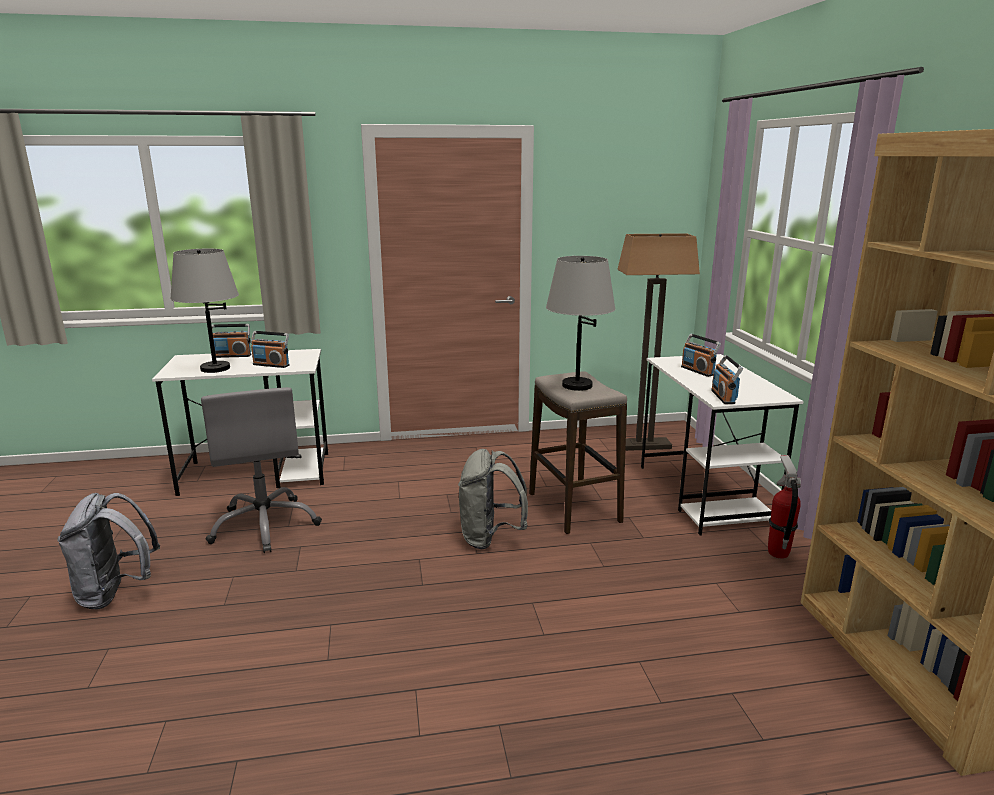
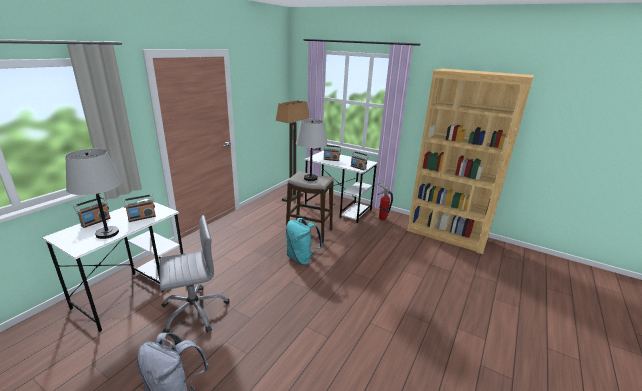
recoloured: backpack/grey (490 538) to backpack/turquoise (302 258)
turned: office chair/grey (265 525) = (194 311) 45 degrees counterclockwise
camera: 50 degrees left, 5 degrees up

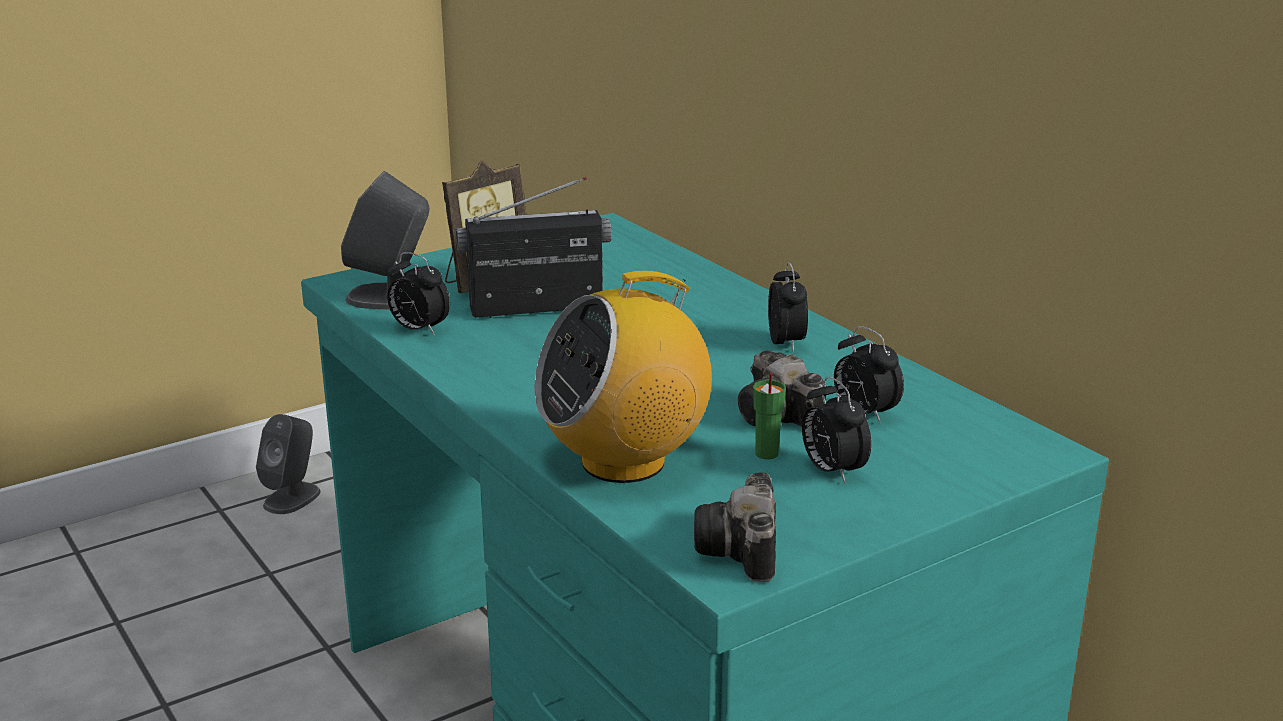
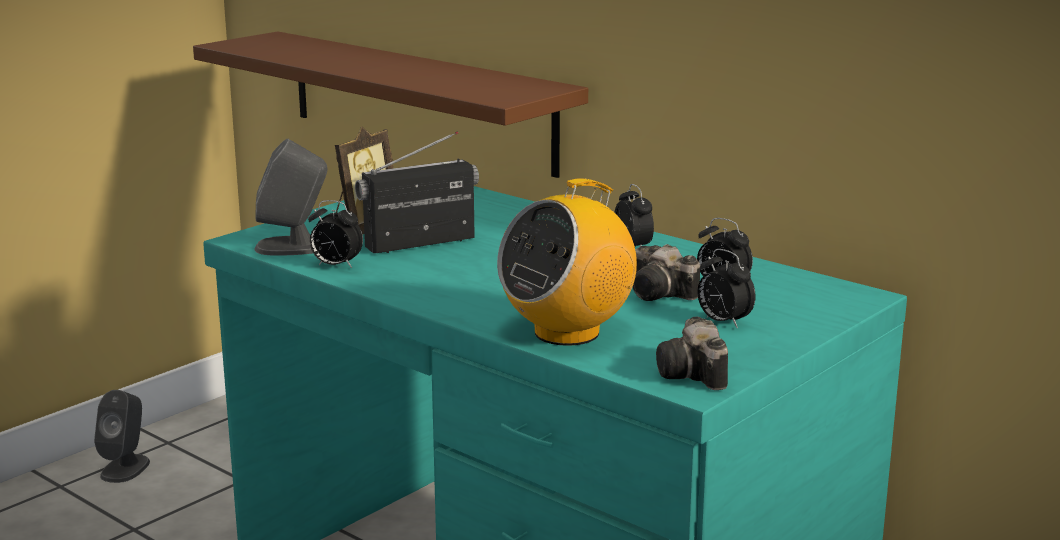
removed: cup/green (766 454)
added: shelf/brown (419 100)
camera: 15 degrees left, 5 degrees down

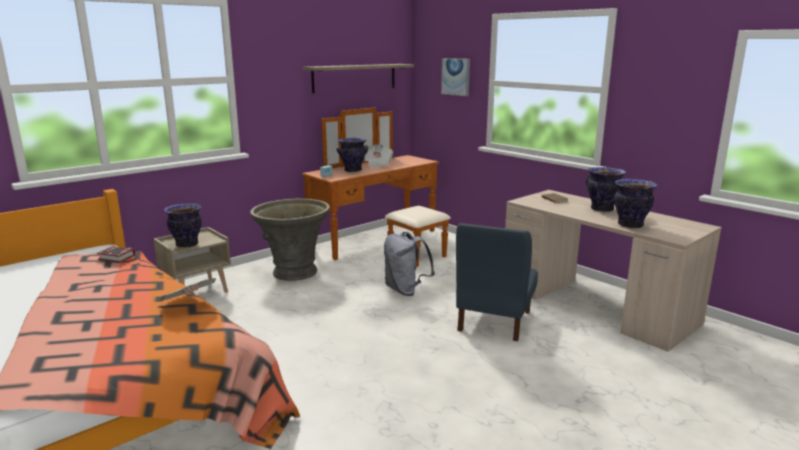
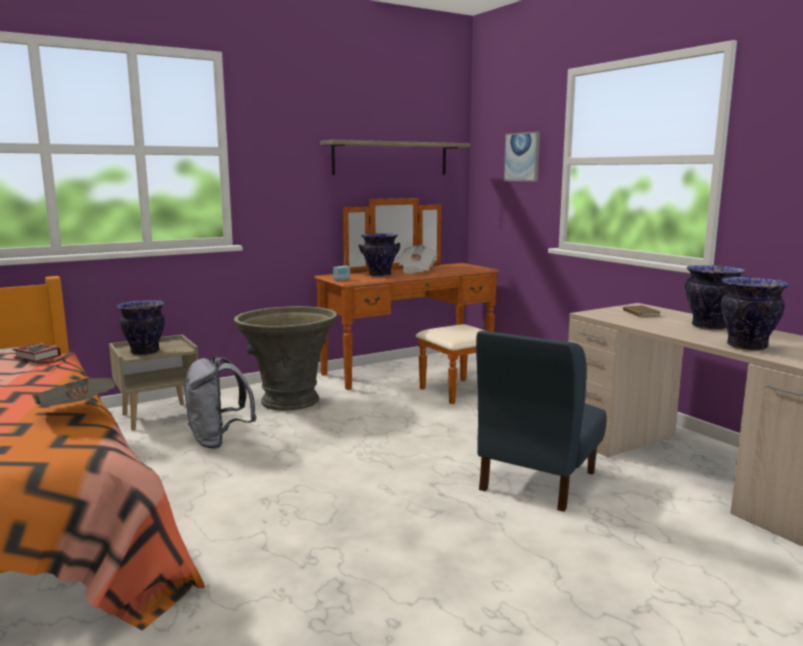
moved: backpack/grey (406 290) to (218 441)
camera: 10 degrees right, 5 degrees down

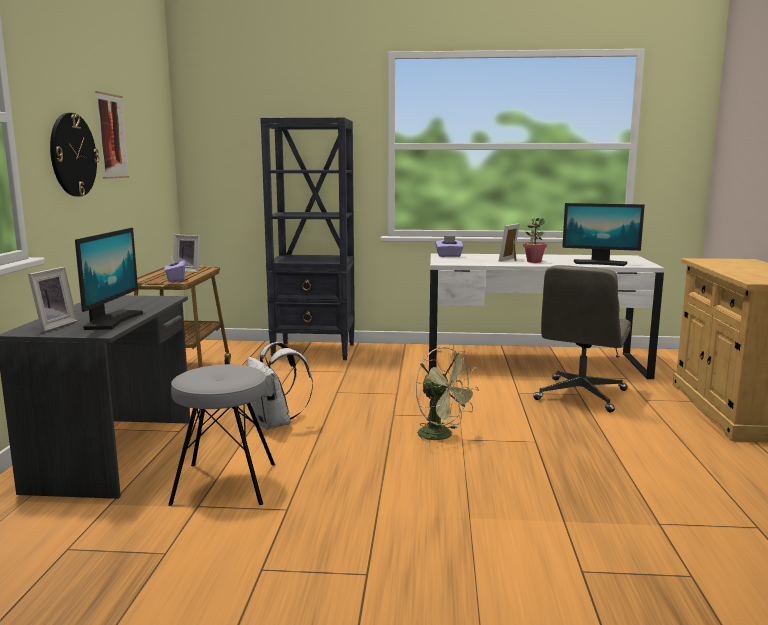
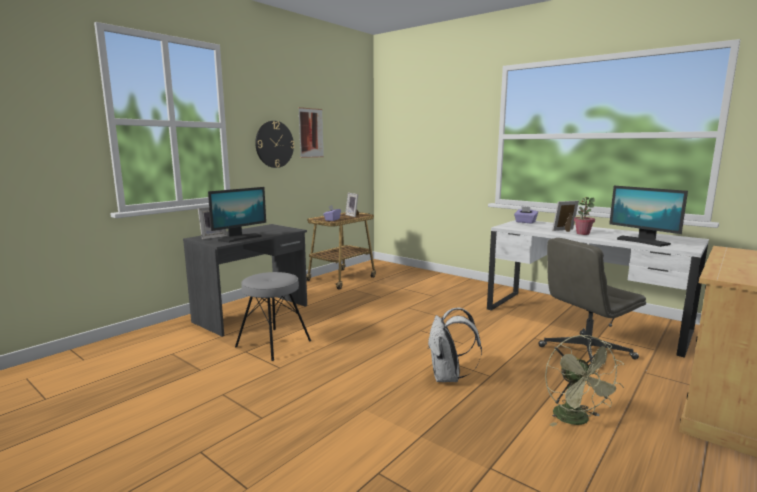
removed: bookcase/black (314 351)
moved: backpack/white (275 424) to (448 377); fan/green (442 436) to (576 420)
camera: 35 degrees right, 0 degrees up

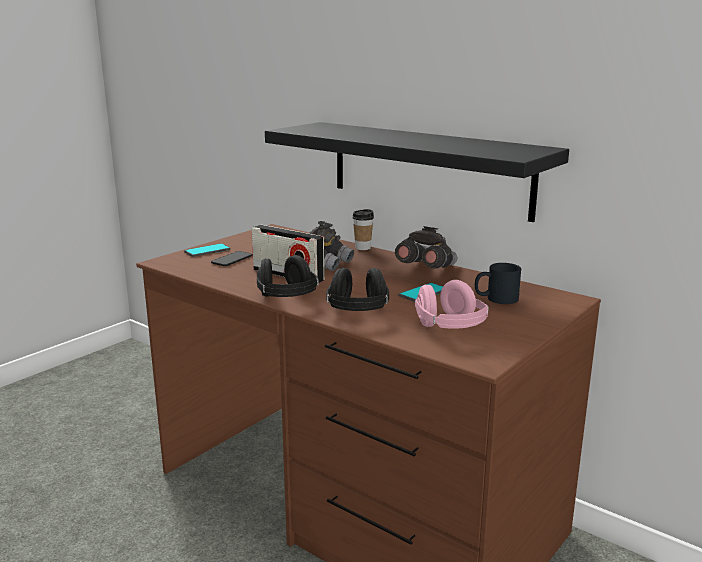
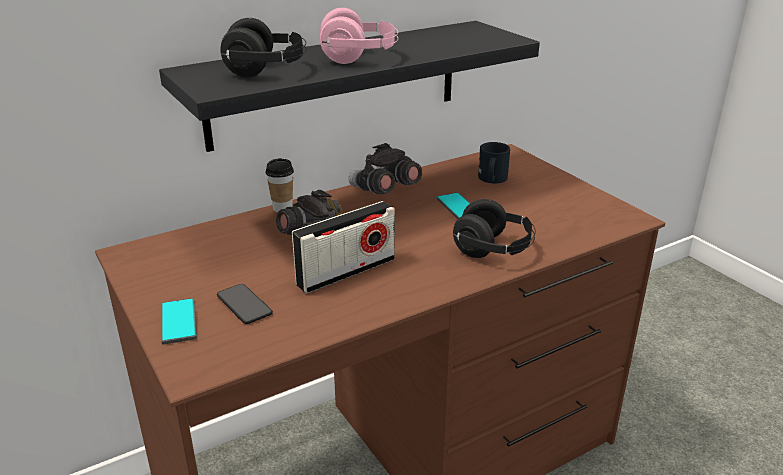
moved: headphones/black (286 298) to (267 70); headphones/pink (450 328) to (359 57)
camera: 70 degrees left, 10 degrees up

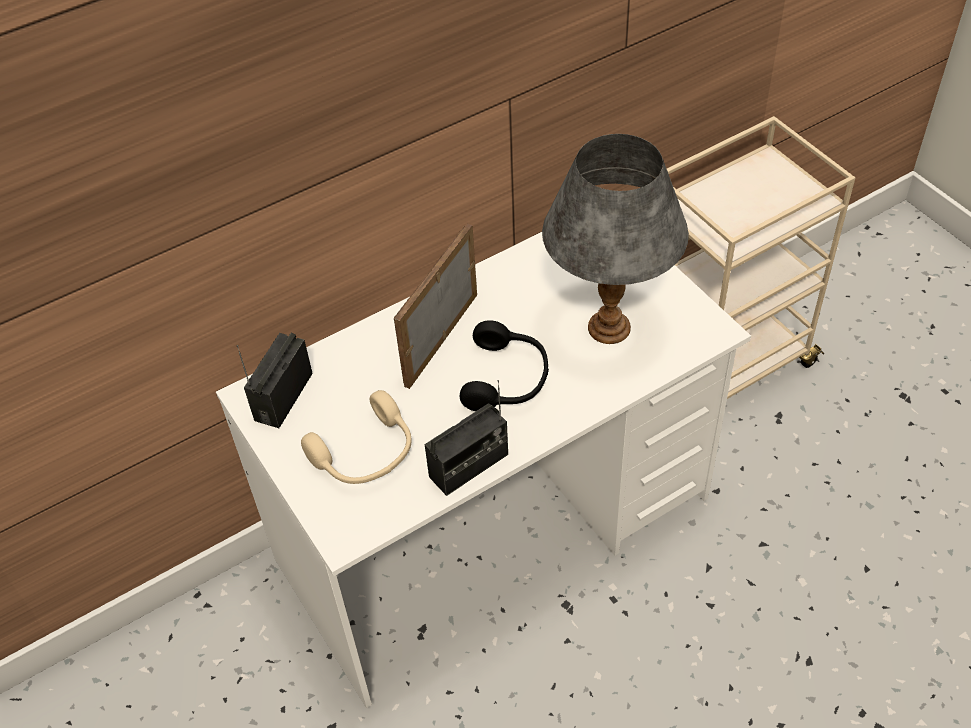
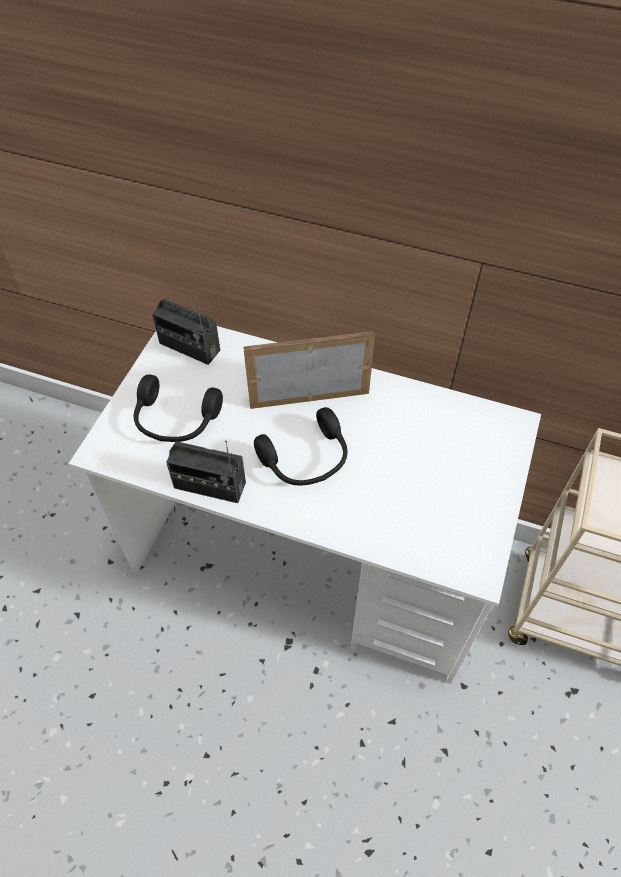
removed: table lamp/grey (609 327)
recoloured: headphones/beige (366 455) to headphones/black (175 421)
turned: radio (283 396) = (189 347) 135 degrees counterclockwise
camera: 50 degrees right, 5 degrees up

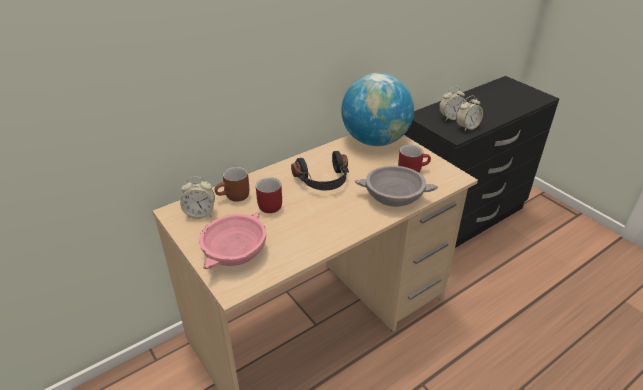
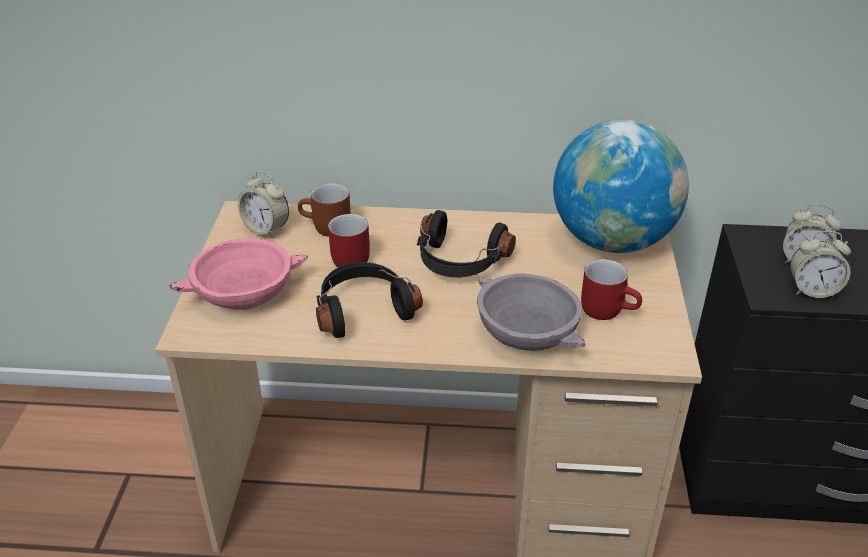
added: headphones/black (363 309)
camera: 40 degrees right, 0 degrees up

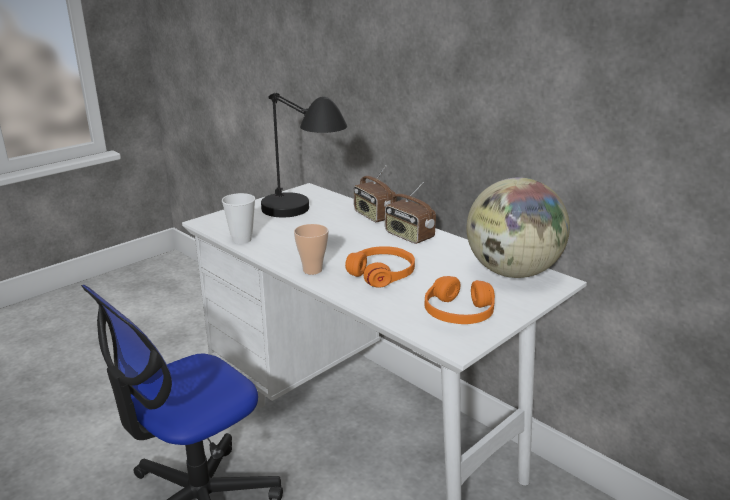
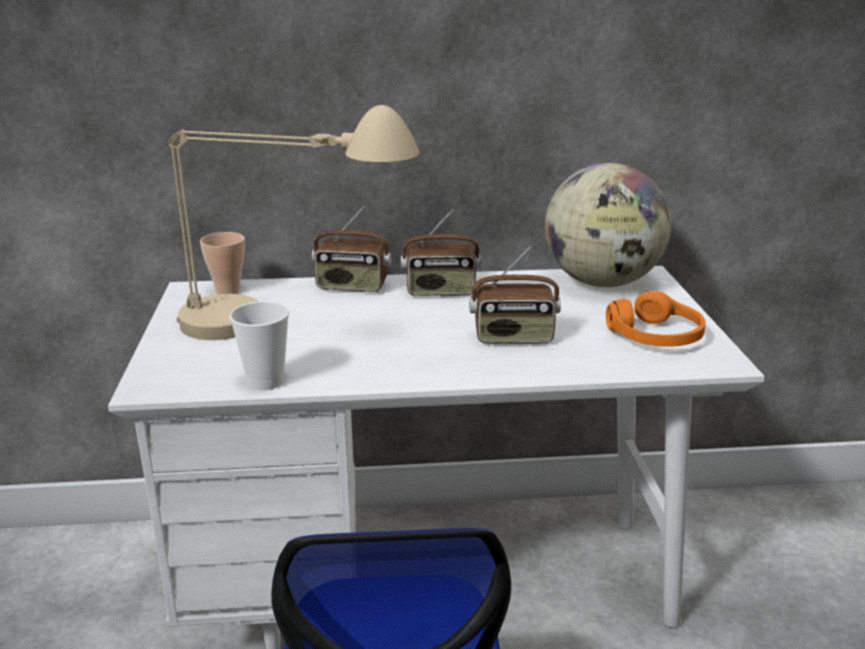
moved: cup (312 270) to (228 291)
replaced: headphones/orange (382 274) to radio (513 338)
recoloured: table lamp/black (301 223) to table lamp/beige (290 329)
camera: 50 degrees left, 0 degrees up

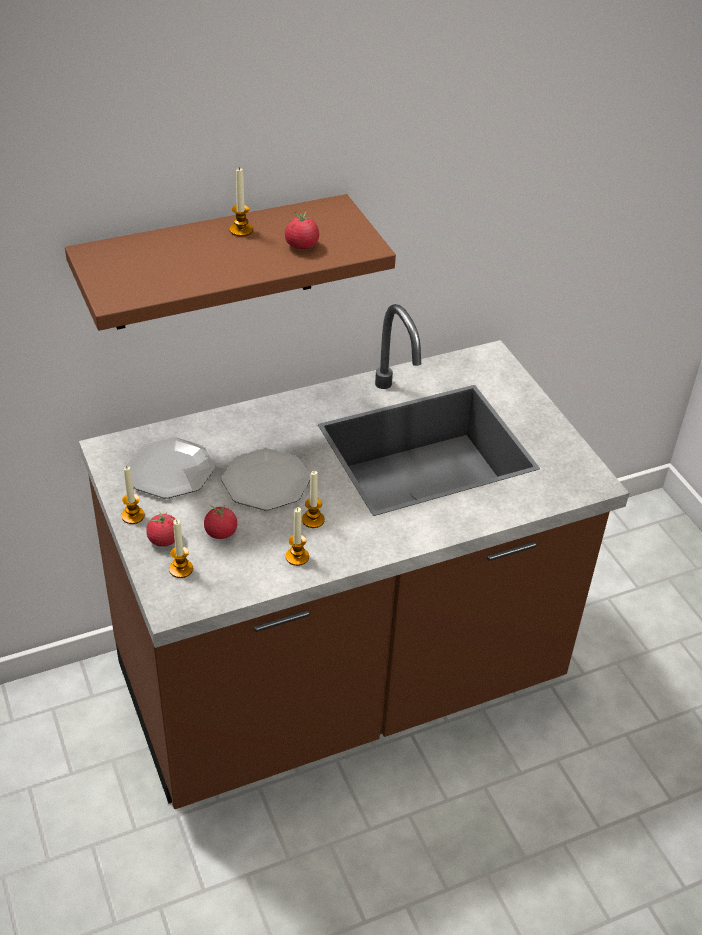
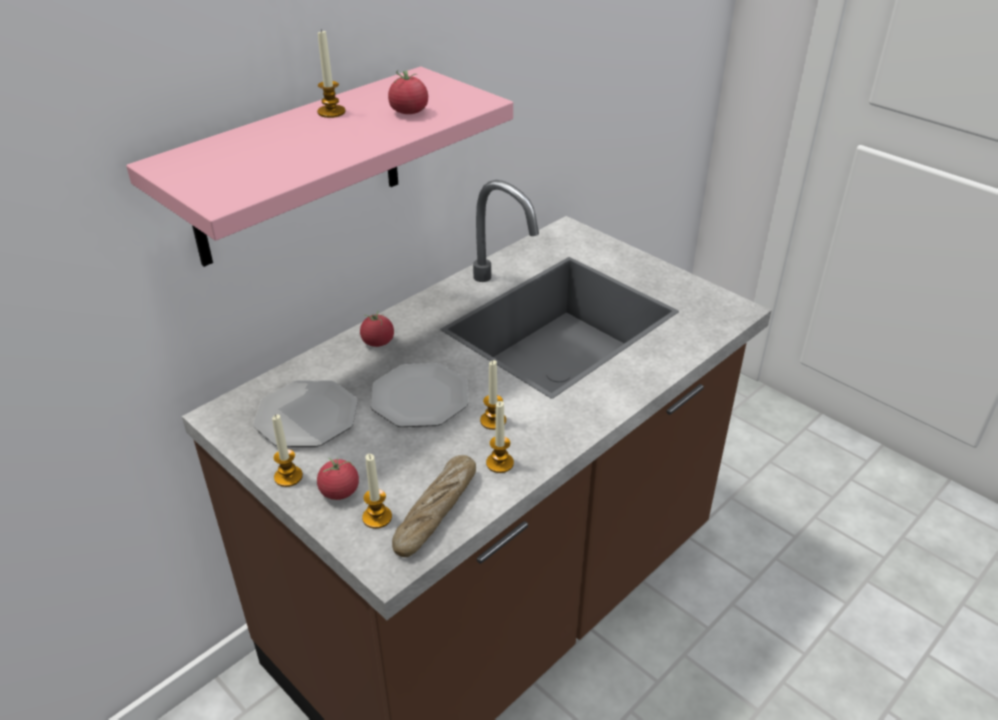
added: bread (436 512)
moved: tomato (221 532) to (378 342)
recoloured: shelf/brown (213 264) to shelf/pink (297 167)
camera: 20 degrees left, 5 degrees down

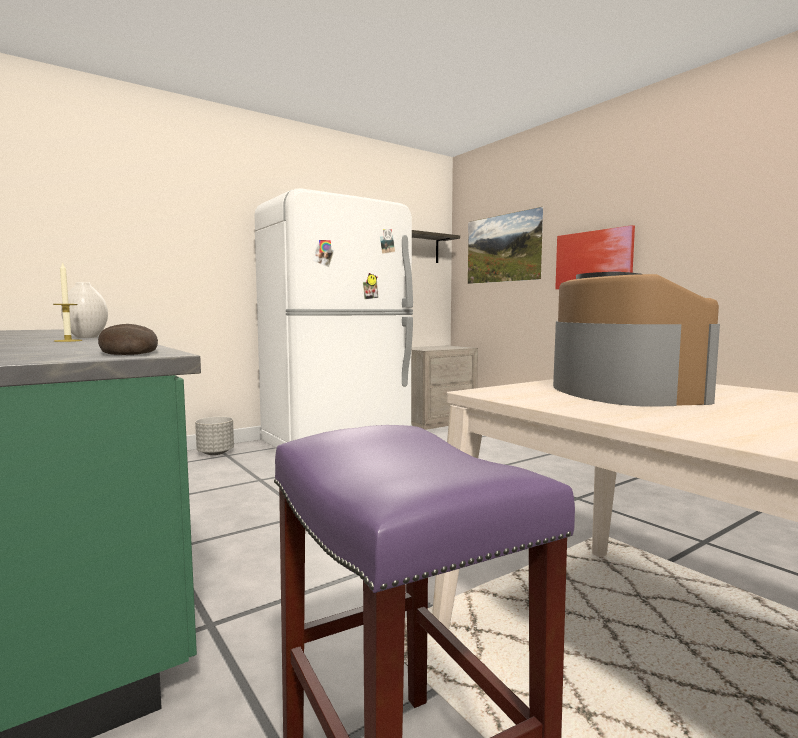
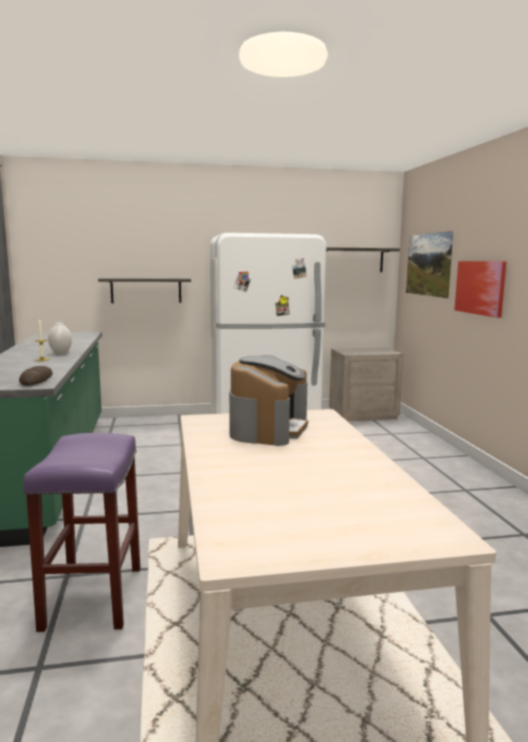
removed: planter/grey (215 453)
added: shelf (146 290)
camera: 25 degrees right, 5 degrees up

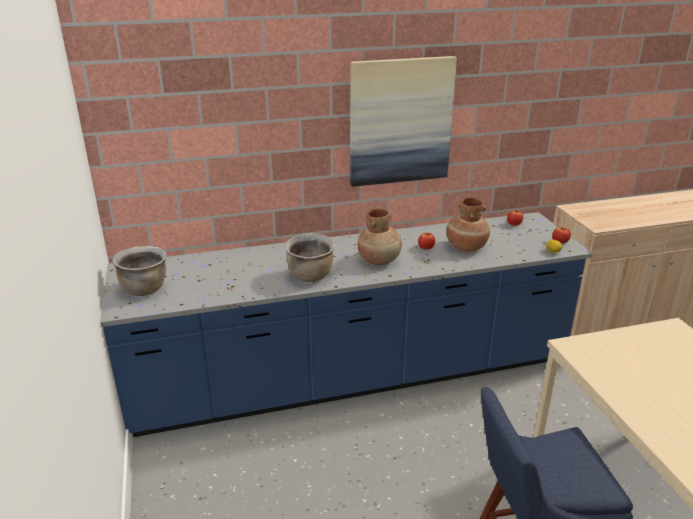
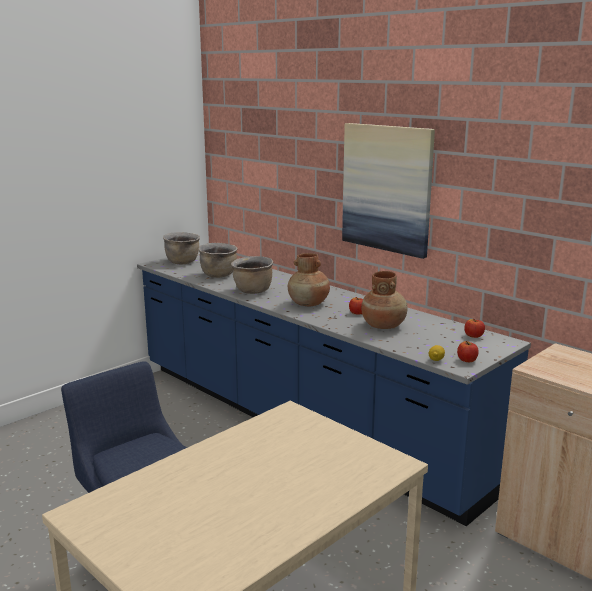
added: cooking pot/brown (219 275)
camera: 60 degrees right, 10 degrees down

